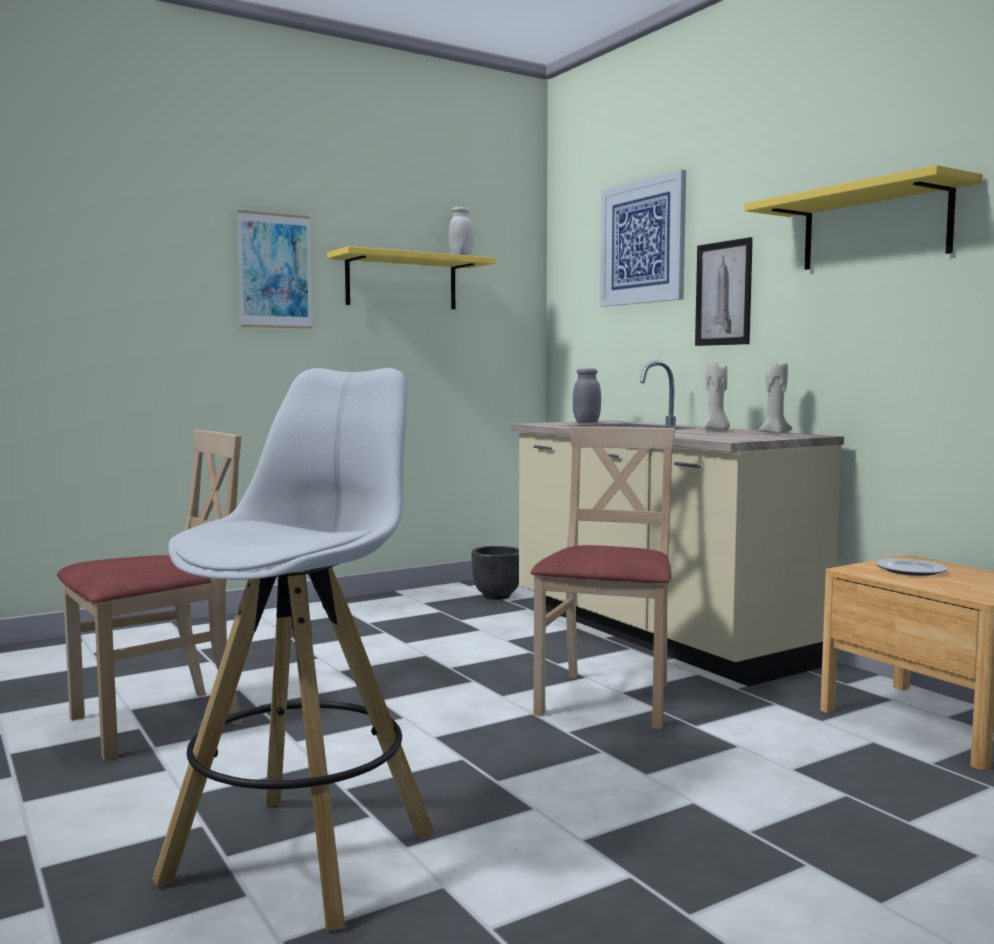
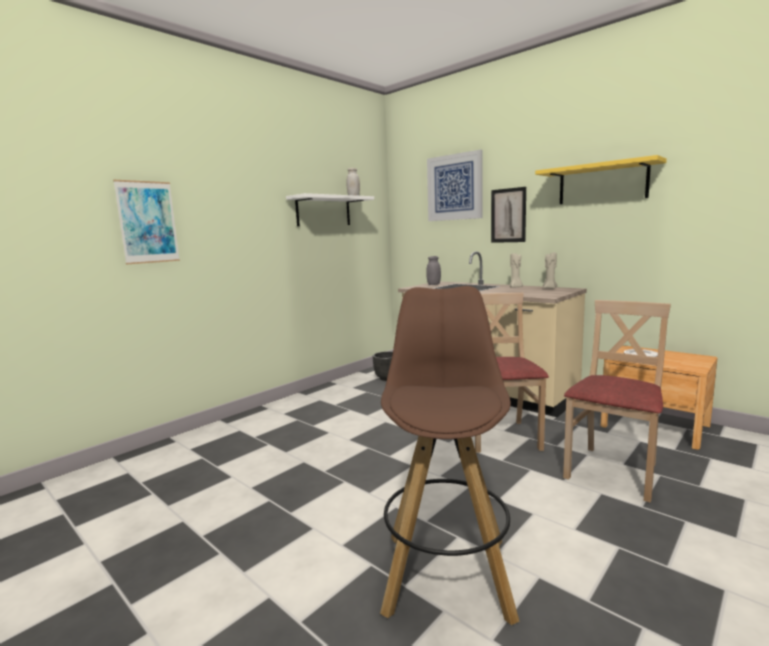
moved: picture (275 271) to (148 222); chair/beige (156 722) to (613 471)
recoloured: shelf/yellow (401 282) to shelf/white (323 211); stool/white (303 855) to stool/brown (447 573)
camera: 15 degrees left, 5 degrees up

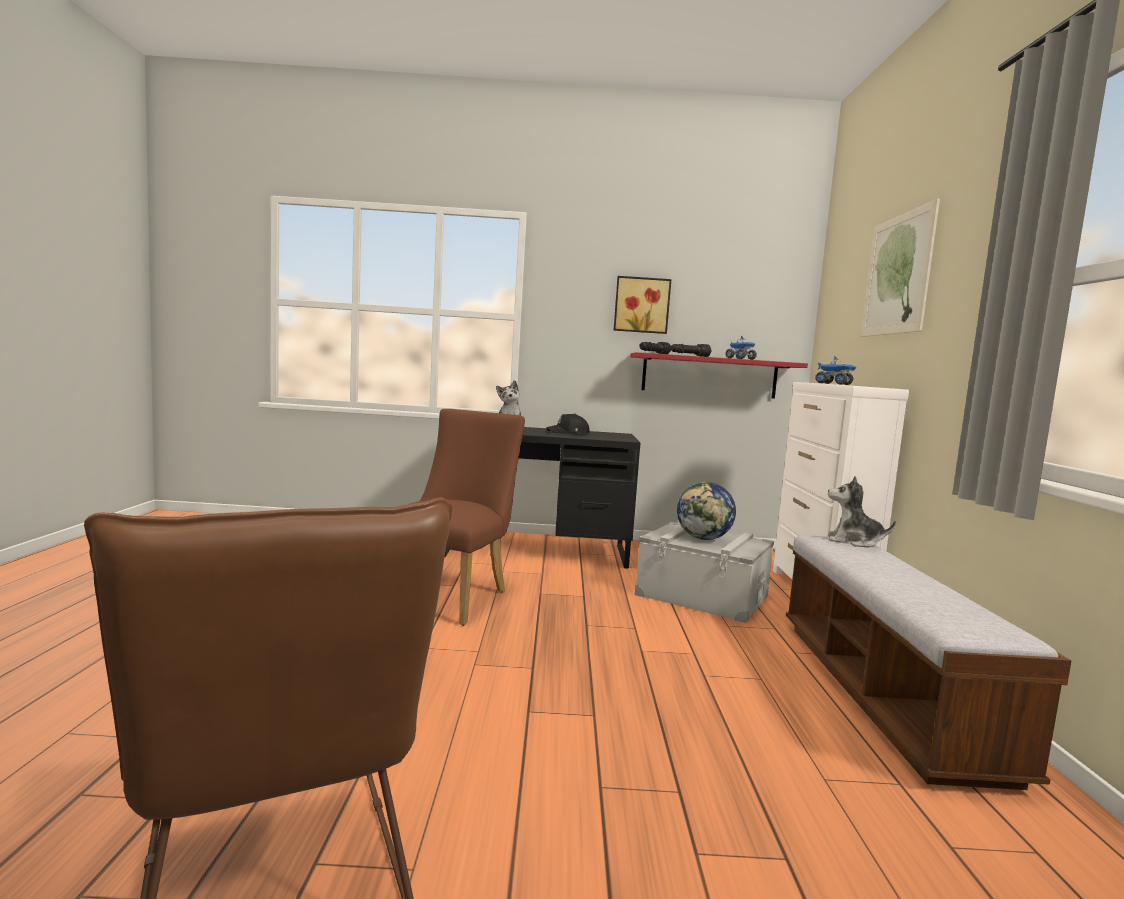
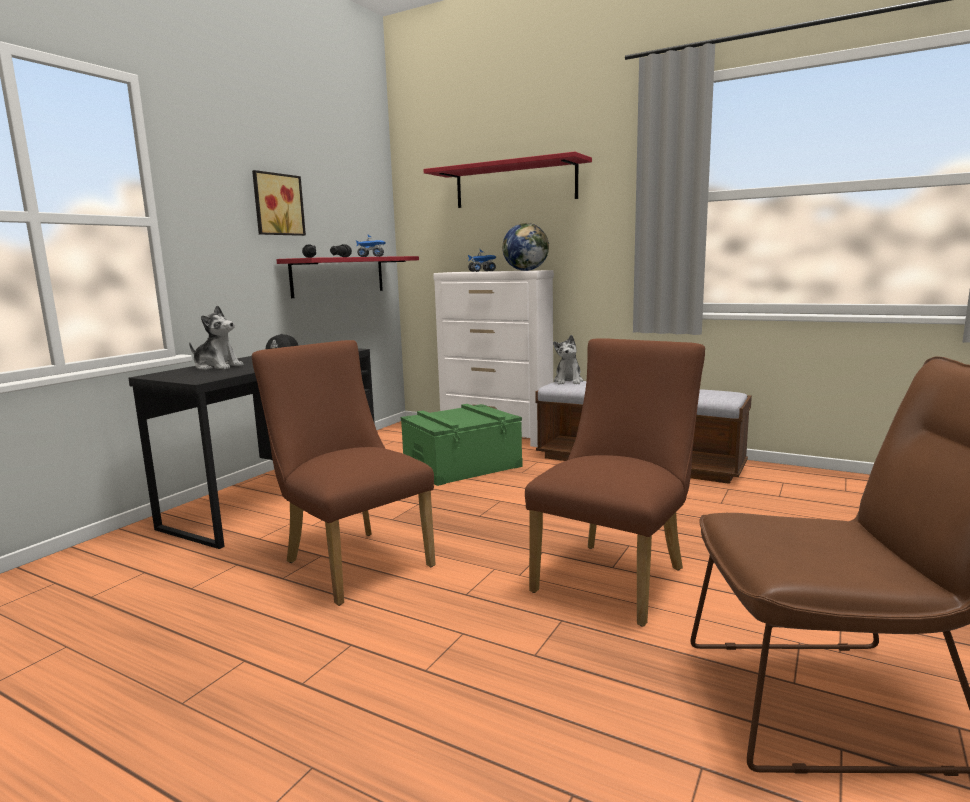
added: chair/brown (616 576)
moved: globe (703 538) to (526 270)
replaced: picture (897 274) to shelf/red (515 184)
recoloured: storage box/grey (702 595) to storage box/green (462 465)
turned: plush toy (853 542) = (568 381) 45 degrees counterclockwise
camera: 60 degrees left, 5 degrees up

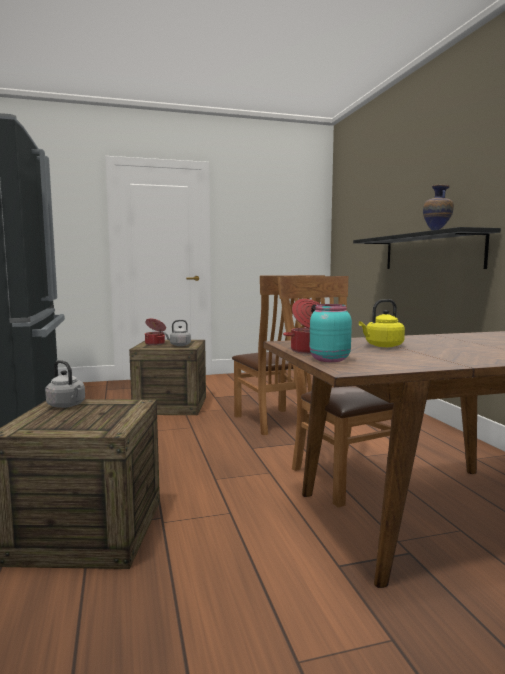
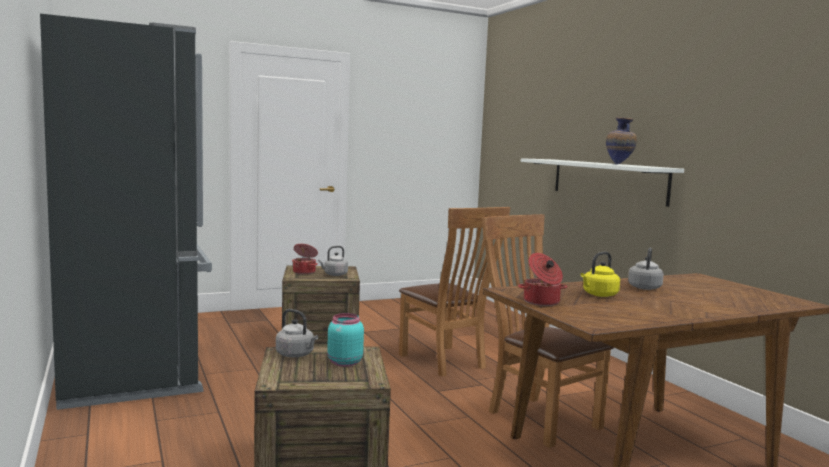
added: kettle/grey (644 287)
moved: jar/turquoise (328 359) to (343 362)
recoloured: shelf/black (430 252) to shelf/white (607 180)
camera: 10 degrees left, 0 degrees up

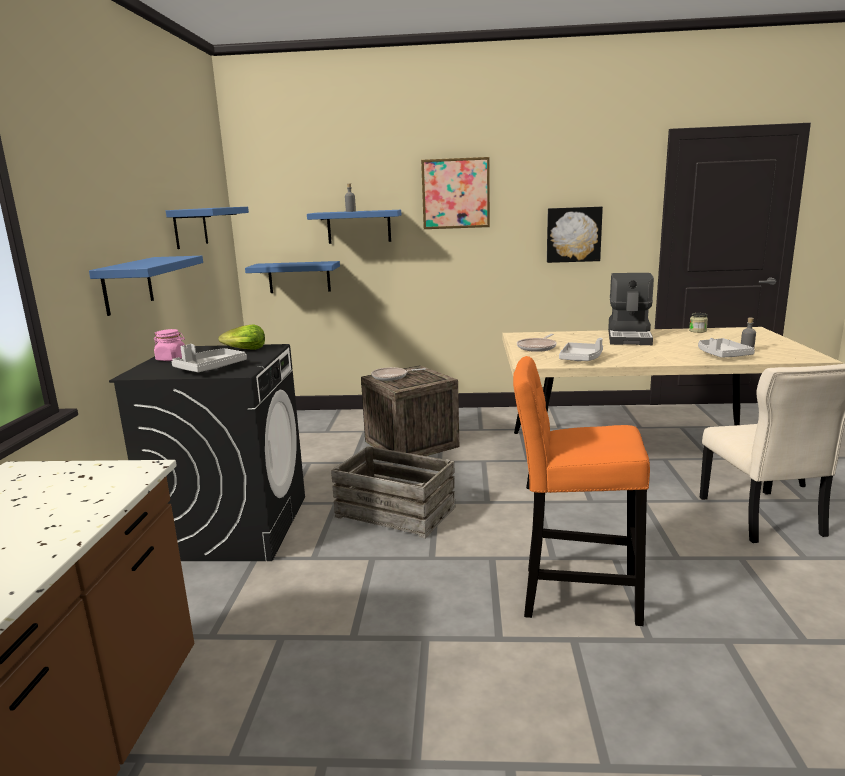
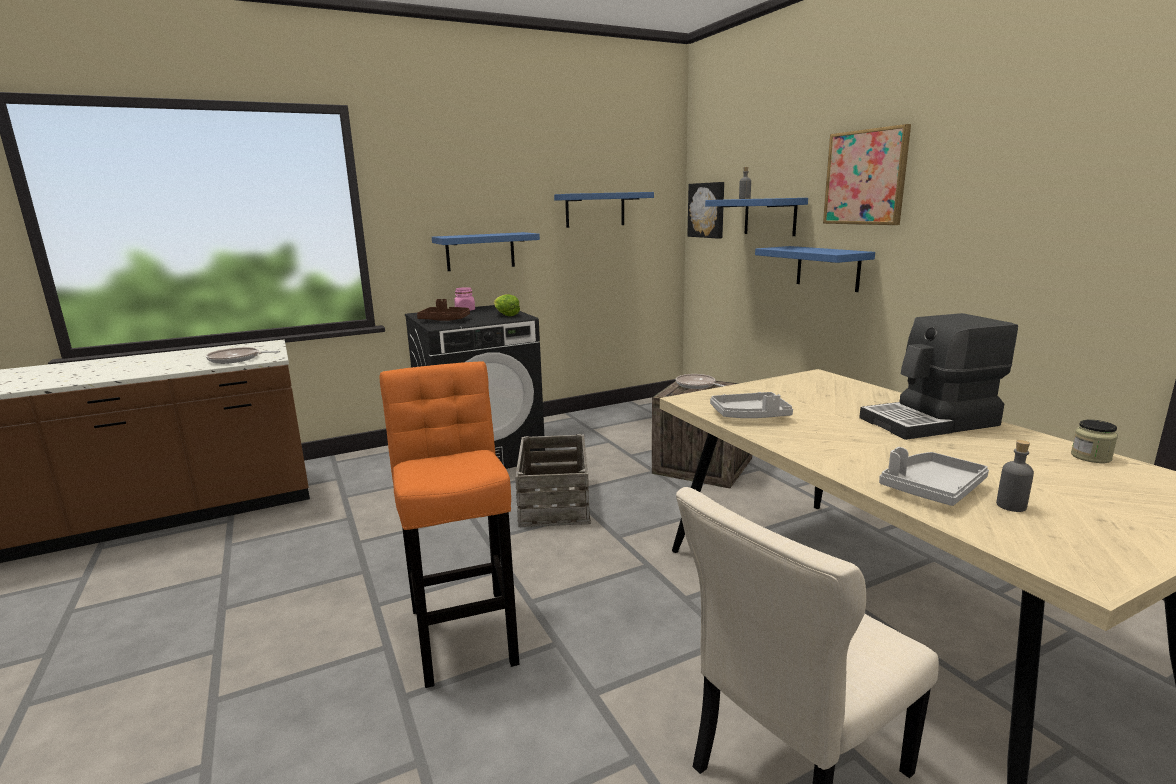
moved: frying pan (538 347) to (237 359); picture (573 234) to (707 210); shelf/blue (299 277) to (828 268)
recoloured: tray/grey (210 368) to tray/brown (445 320)
camera: 60 degrees right, 0 degrees up

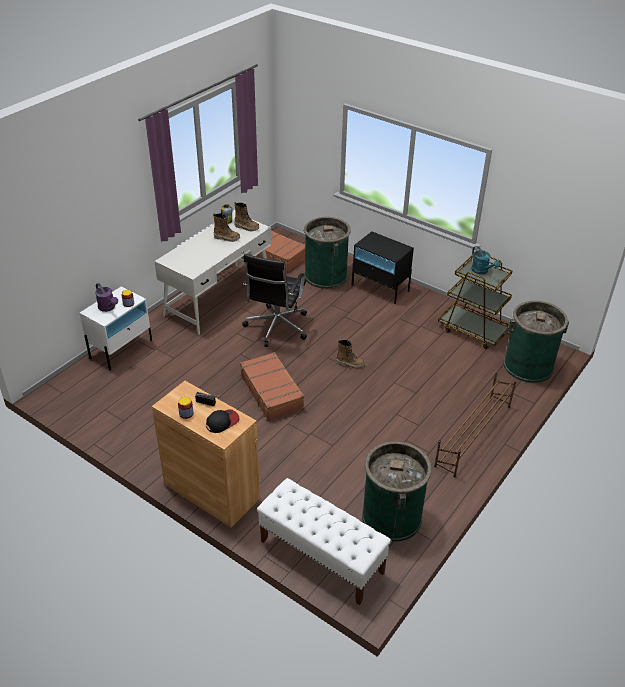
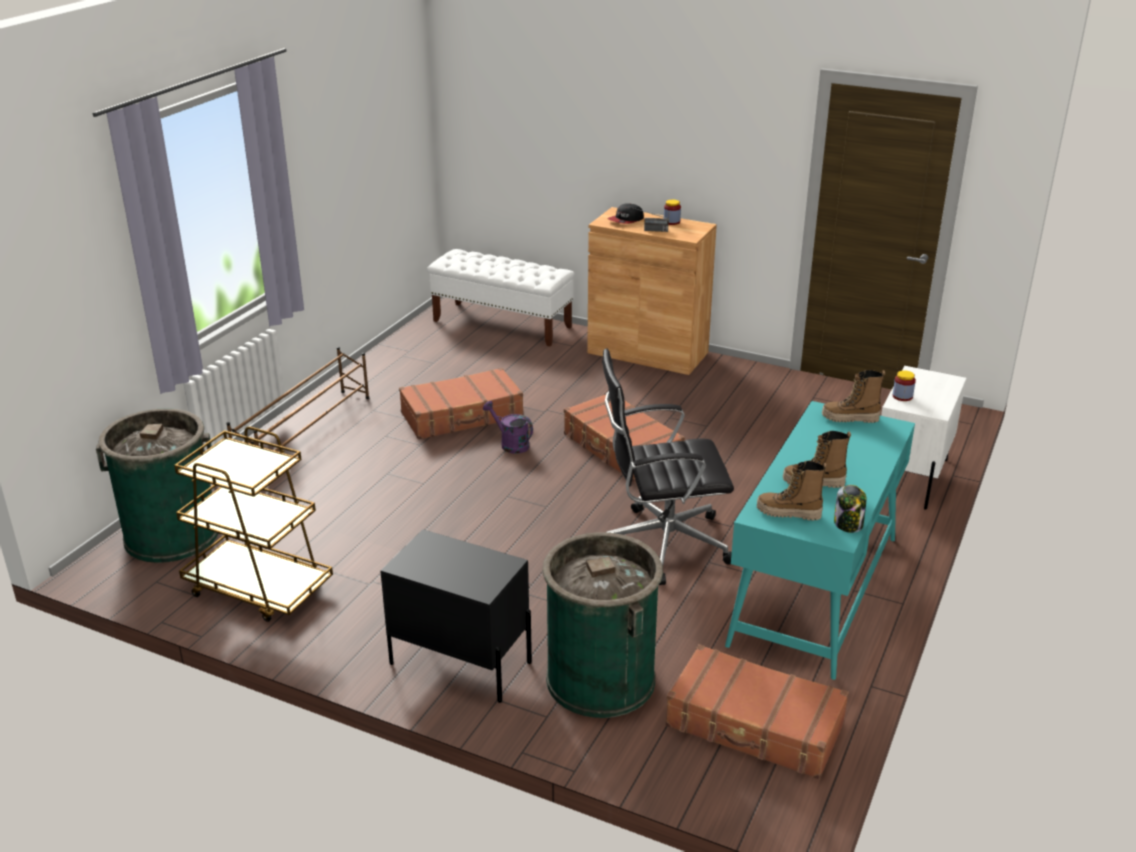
removed: trash can/green (391 516); watering can/turquoise (482 271)
added: suitcase/brown (462 416)
moved: watering can/purple (108 308) to (510 444); boot (350 364) to (850 418)
recoloured: desk/white (219 298) to desk/turquoise (814 589)
turned: office chair/black (276 328) = (662 544) 105 degrees counterclockwise
camera: 170 degrees right, 10 degrees down

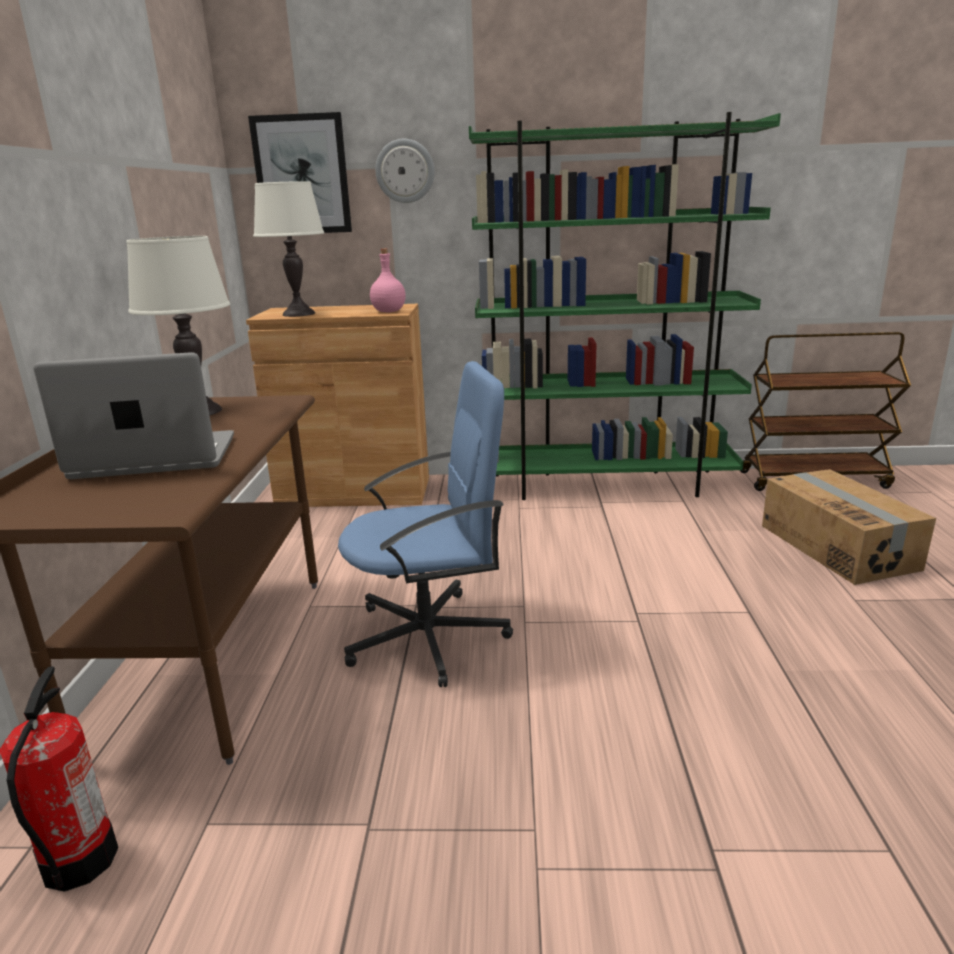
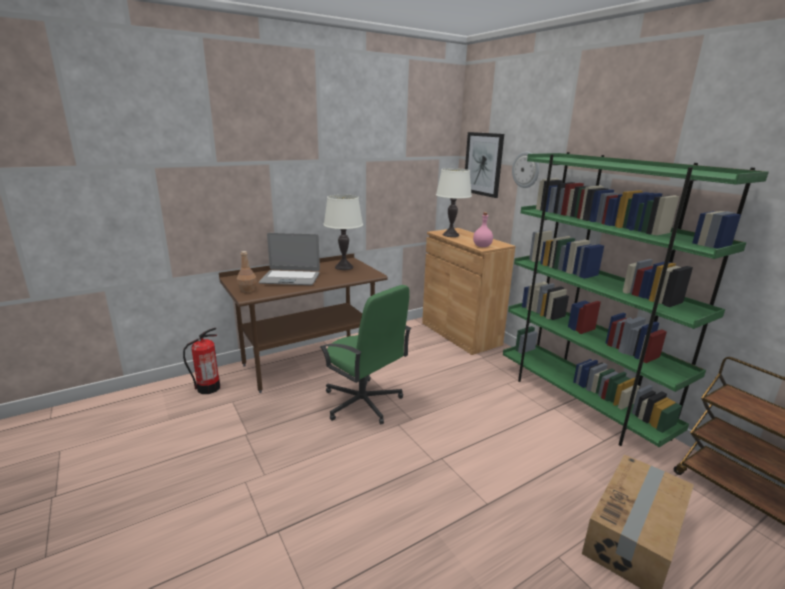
added: bottle/brown (247 290)
recoloured: office chair/blue (430 637) to office chair/green (363 403)
turned: laptop (155 458) = (290 278) 135 degrees clockwise
camera: 55 degrees right, 0 degrees up

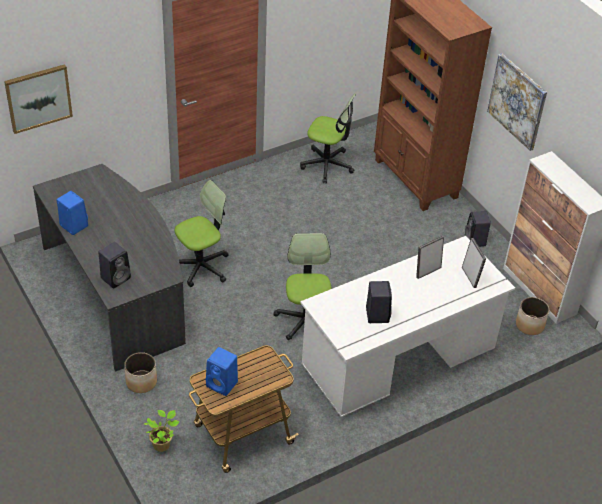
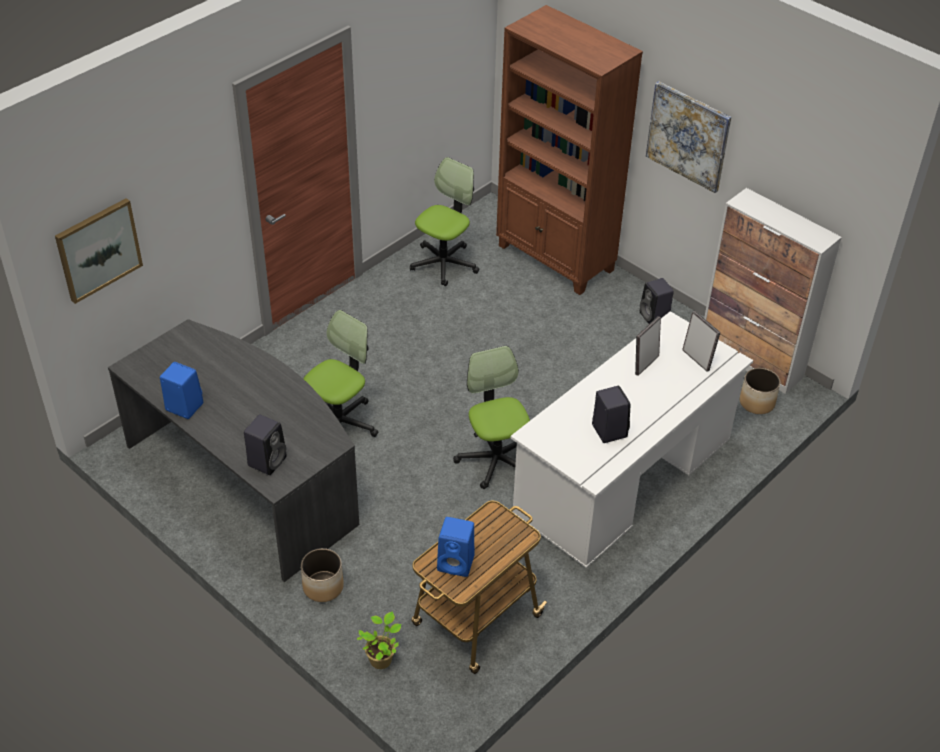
turned: office chair (327 165) = (444 264) 60 degrees counterclockwise
camera: 15 degrees left, 0 degrees up

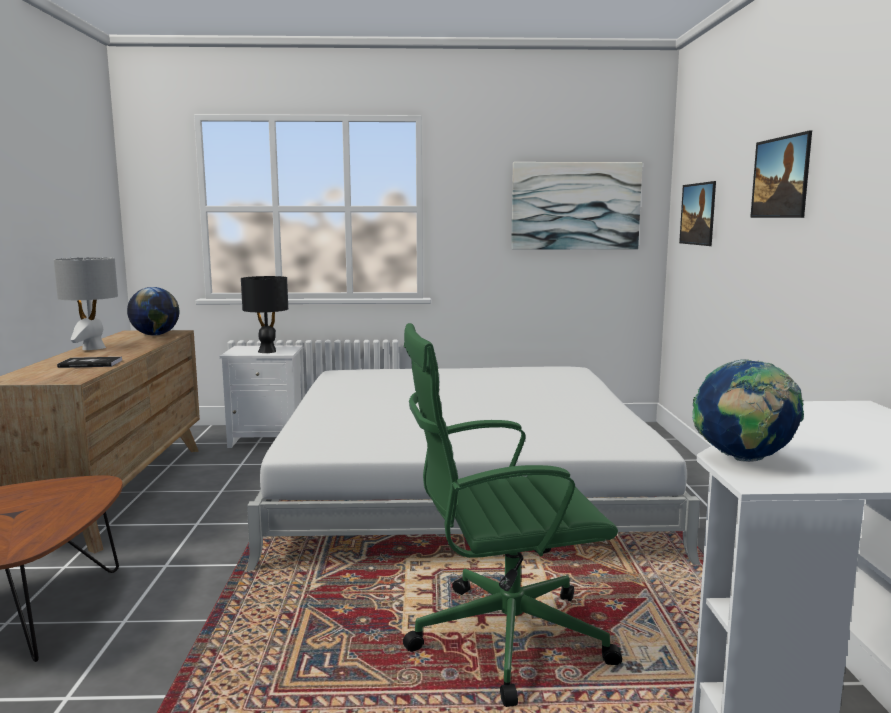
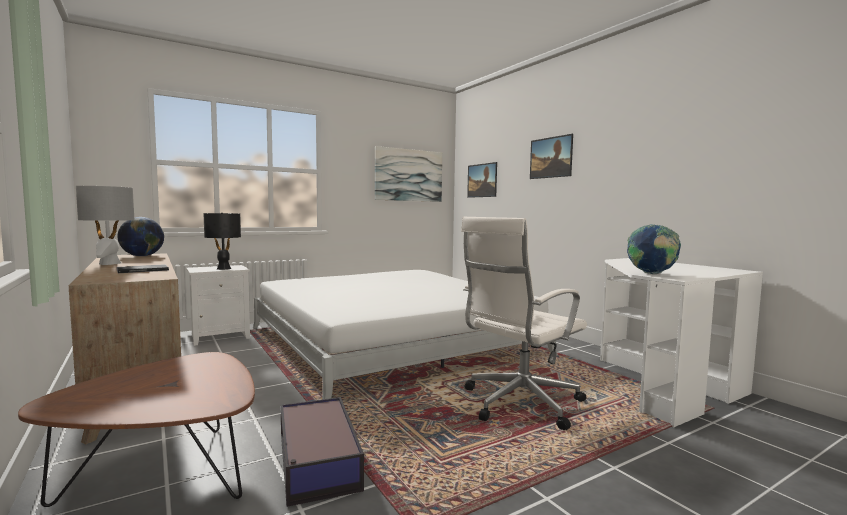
added: storage box (317 461)
recoloured: office chair/green (502 638) to office chair/white (519 404)
camera: 30 degrees left, 5 degrees down

